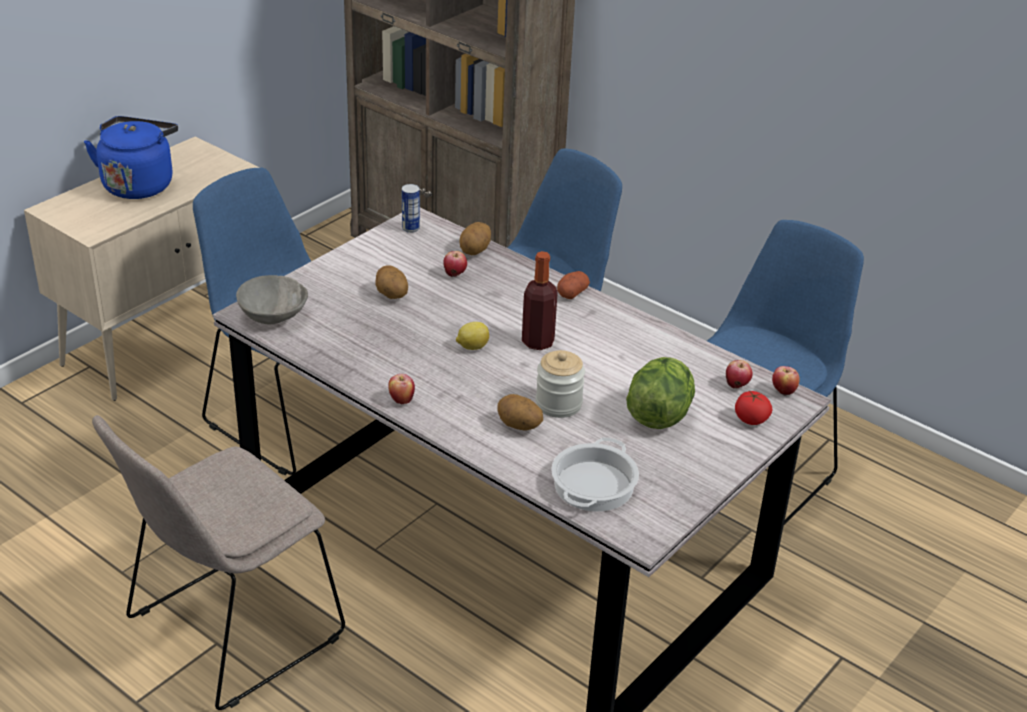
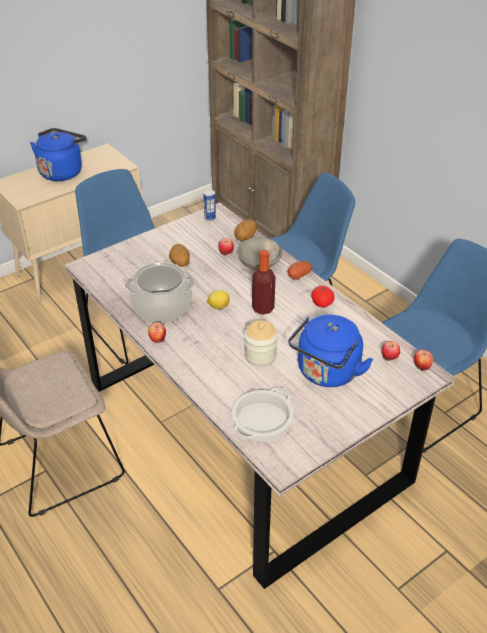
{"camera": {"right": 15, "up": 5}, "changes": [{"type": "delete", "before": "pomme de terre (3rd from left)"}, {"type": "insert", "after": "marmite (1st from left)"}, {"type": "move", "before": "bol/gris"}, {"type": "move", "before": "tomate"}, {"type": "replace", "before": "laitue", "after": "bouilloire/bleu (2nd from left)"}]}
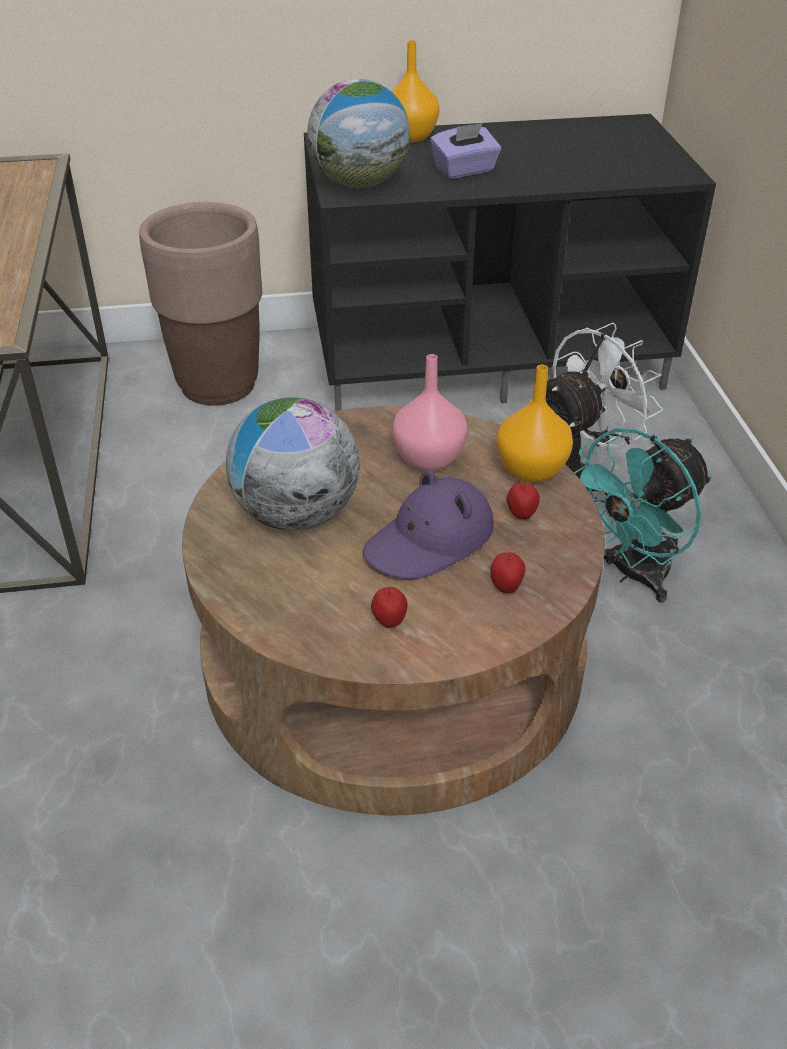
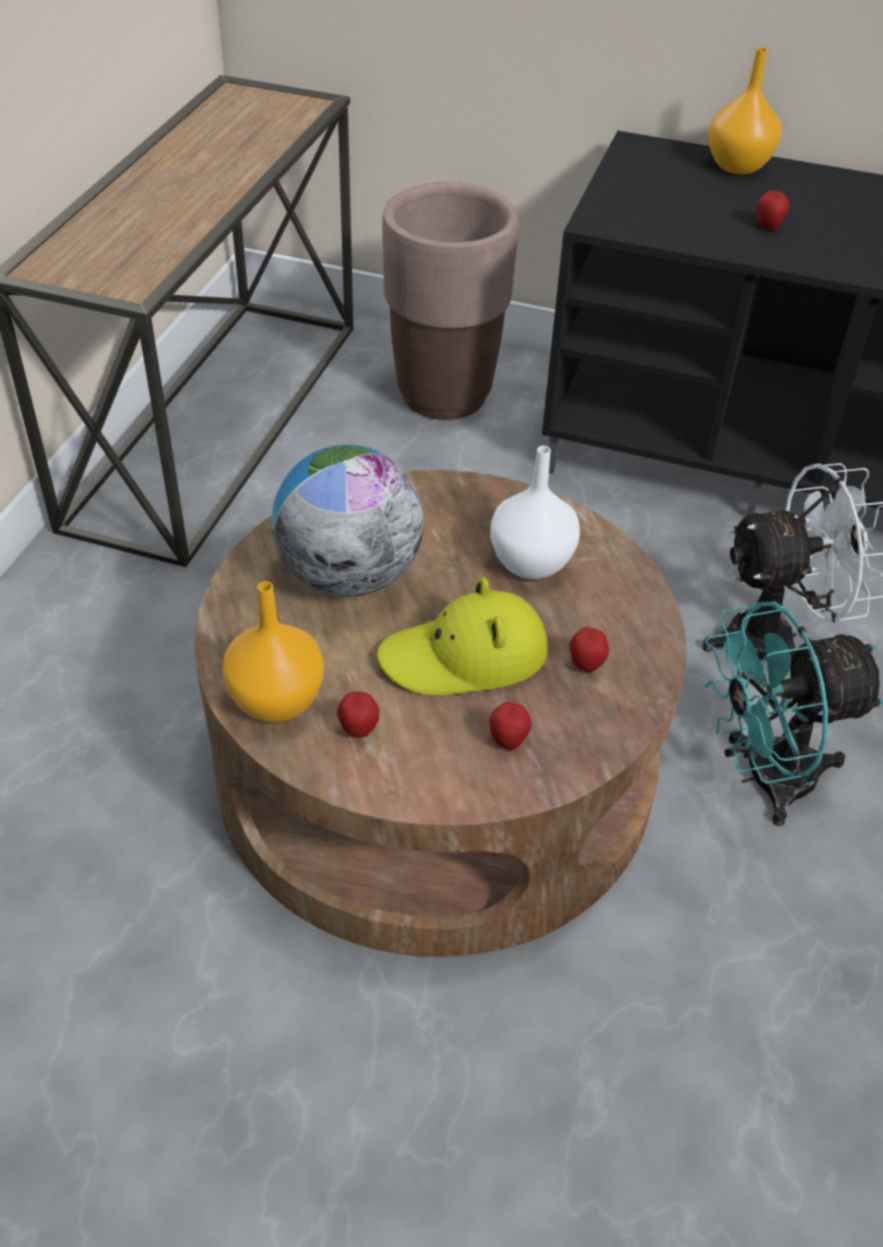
{"camera": {"right": 25, "up": 5}, "changes": [{"type": "delete", "before": "globe (2nd from left)"}, {"type": "move", "before": "vase/orange (2nd from left in the first image)", "after": "vase/orange (1st from left)"}, {"type": "replace", "before": "boîte à mouchoirs/violet", "after": "pomme (4th from left)"}, {"type": "recolor", "before": "chapeau/violet", "after": "chapeau/jaune"}, {"type": "recolor", "before": "vase/rose", "after": "vase/blanc"}]}
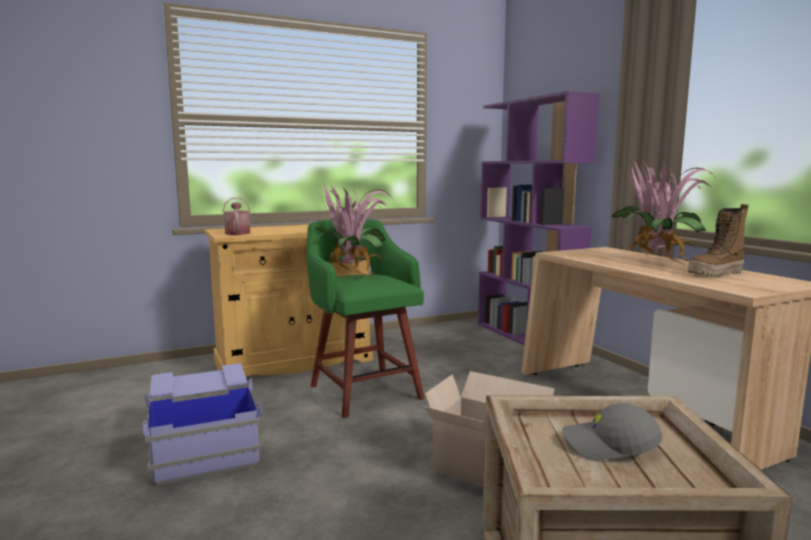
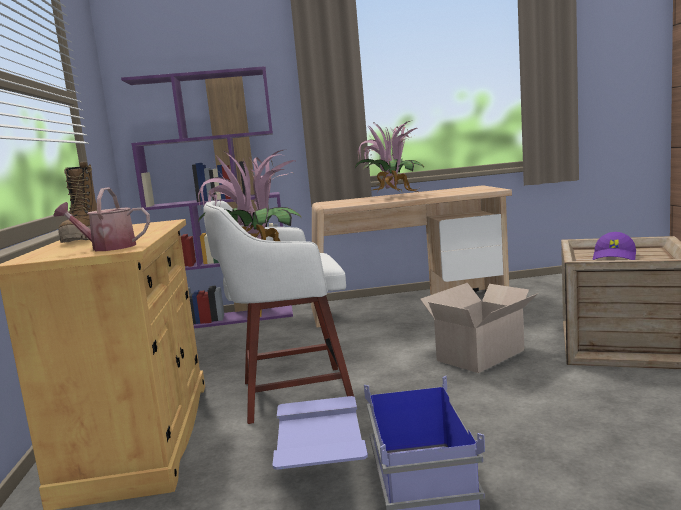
{"camera": {"right": -70, "up": 0}, "changes": [{"type": "move", "before": "botte"}, {"type": "recolor", "before": "tabouret/vert", "after": "tabouret/blanc"}, {"type": "recolor", "before": "casquette/gris", "after": "casquette/violet"}]}
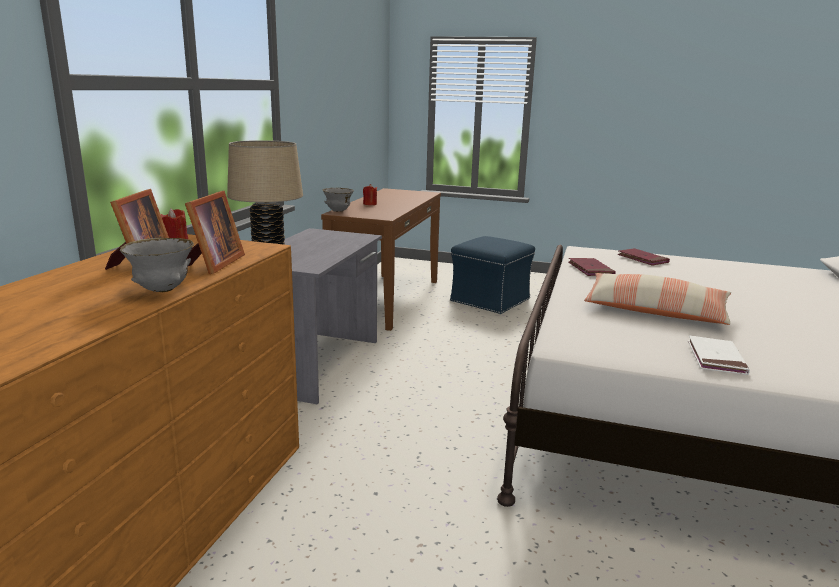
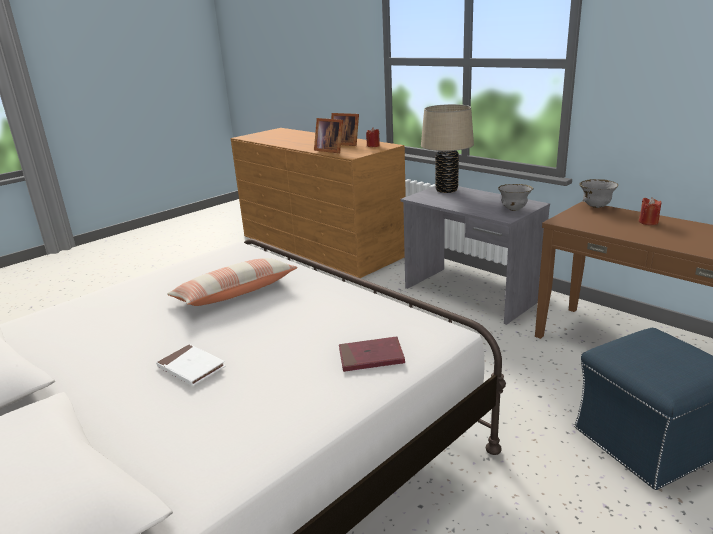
{"camera": {"right": 120, "up": 5}, "changes": [{"type": "delete", "before": "livre/rouge (1st from left)"}, {"type": "move", "before": "bol/gris (1st from left)"}, {"type": "move", "before": "livre/blanc"}]}
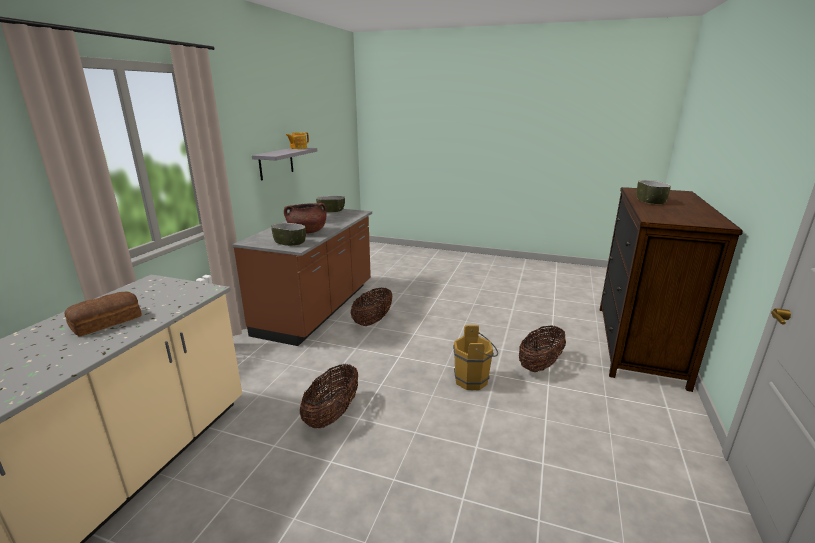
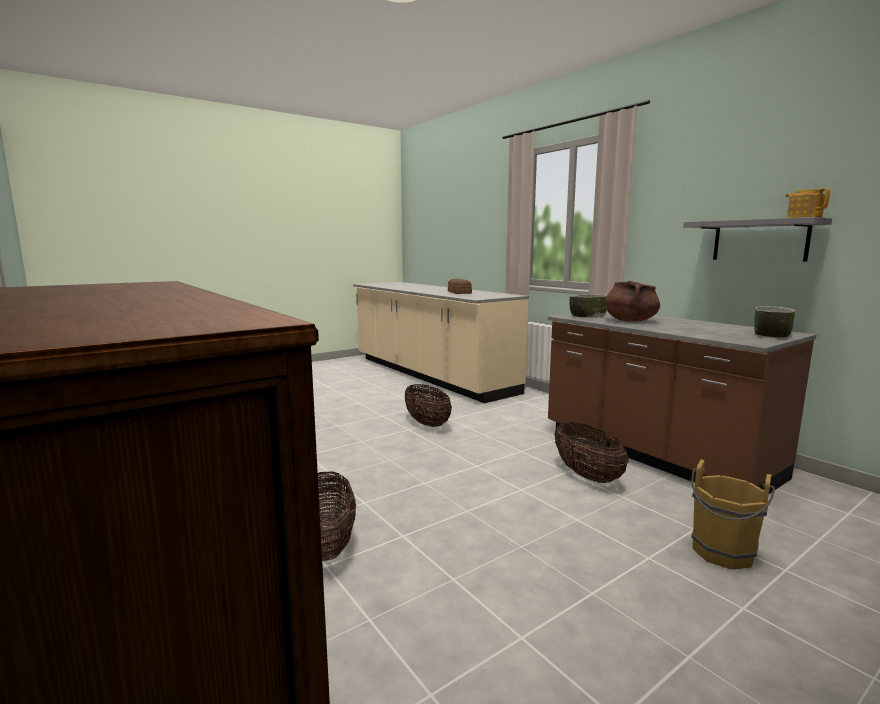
{"camera": {"right": 125, "up": -10}, "changes": [{"type": "delete", "before": "bol (3rd from left)"}, {"type": "move", "before": "seau/marron"}]}
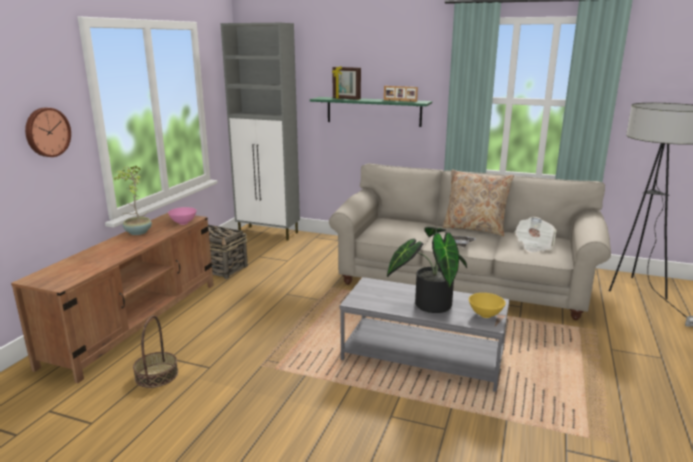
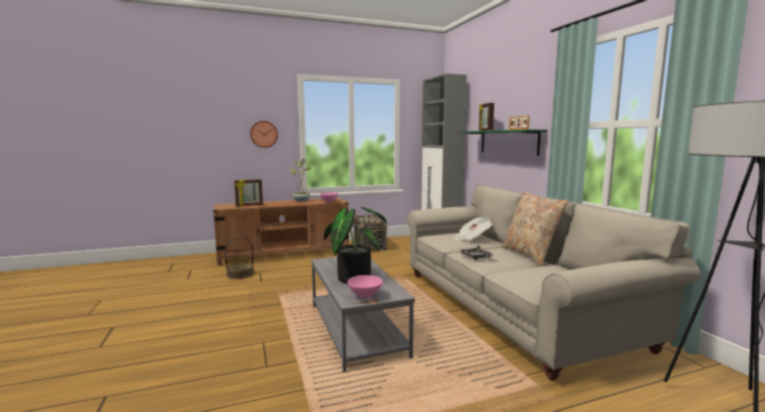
{"camera": {"right": 50, "up": -10}, "changes": [{"type": "insert", "after": "cadre photo (1st from left)"}, {"type": "move", "before": "journal"}, {"type": "recolor", "before": "bol/jaune", "after": "bol/rose (2nd from left)"}]}
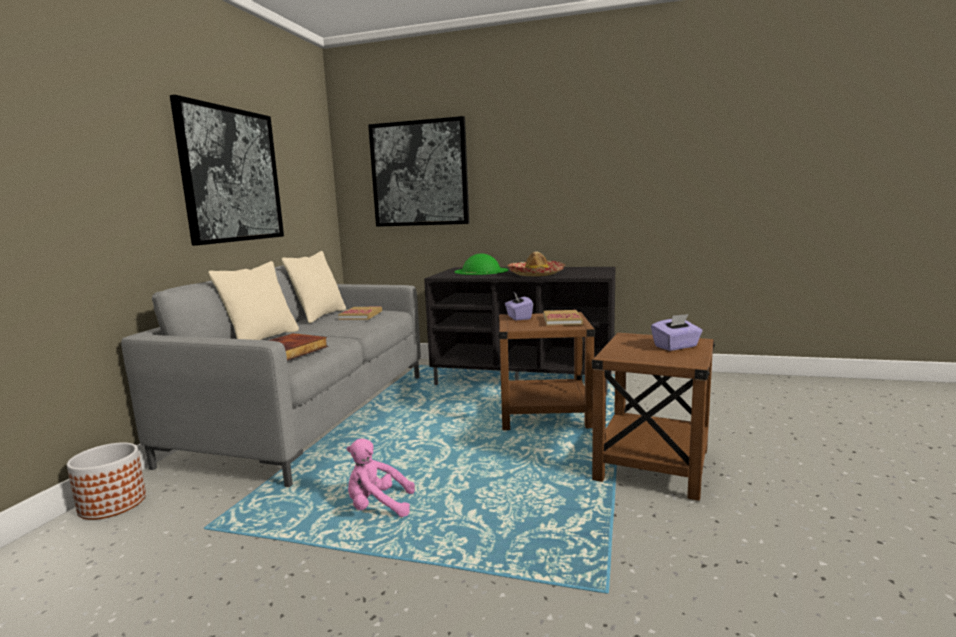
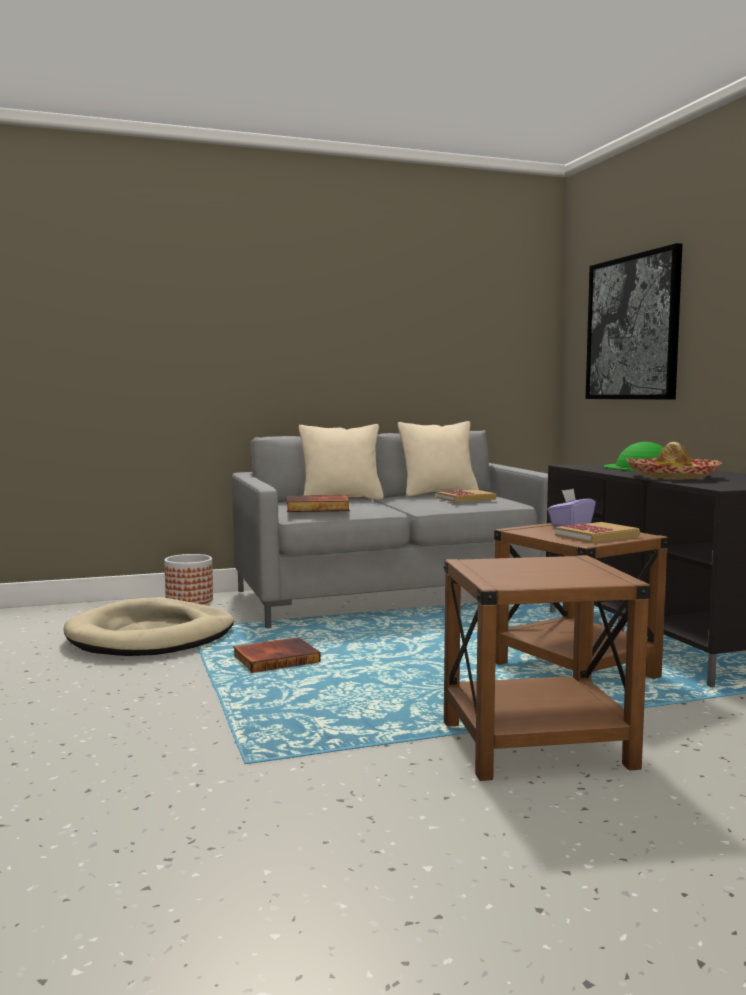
{"camera": {"right": 55, "up": -5}, "changes": [{"type": "delete", "before": "tableau (1st from left)"}, {"type": "delete", "before": "boîte à mouchoirs/violet (2nd from left)"}, {"type": "insert", "after": "panier pour chien/beige"}, {"type": "replace", "before": "peluche/rose", "after": "livre (1st from left)"}]}
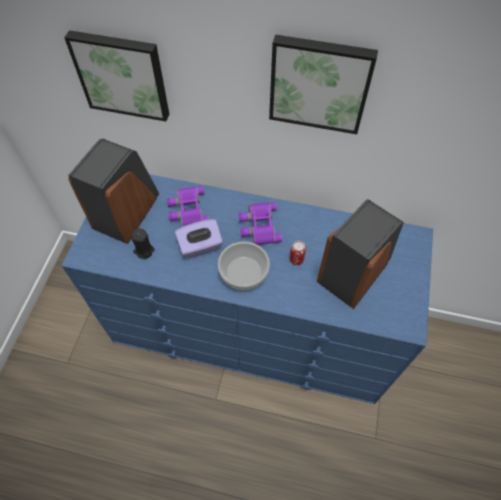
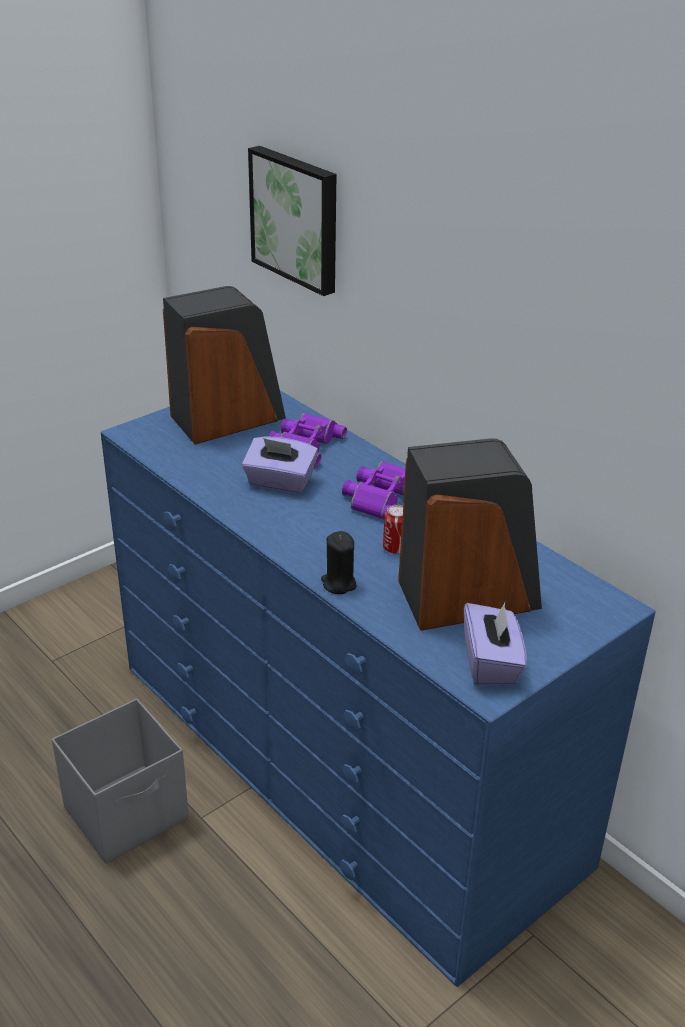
{"camera": {"right": 35, "up": -25}, "changes": [{"type": "delete", "before": "bol"}, {"type": "delete", "before": "tableau (2nd from left)"}, {"type": "insert", "after": "boîte de rangement/gris"}, {"type": "insert", "after": "boîte à mouchoirs/violet (2nd from left)"}, {"type": "move", "before": "bougie/noir"}]}
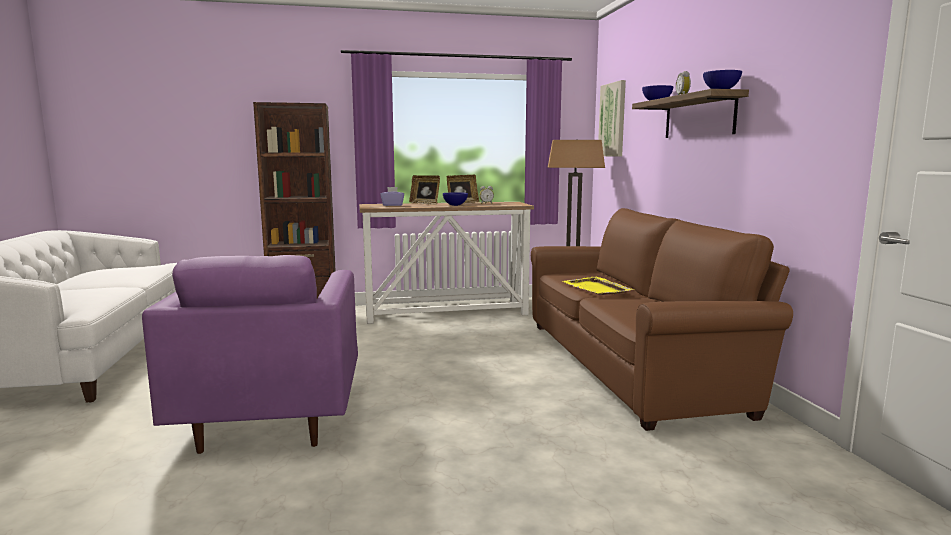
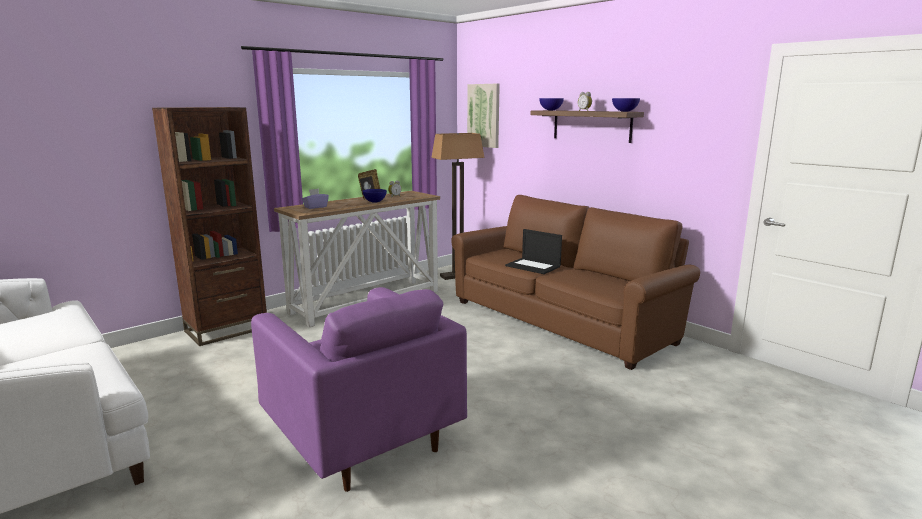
{"camera": {"right": -30, "up": 5}, "changes": [{"type": "delete", "before": "cadre photo (1st from left)"}, {"type": "replace", "before": "plateau/jaune", "after": "ordinateur portable"}]}
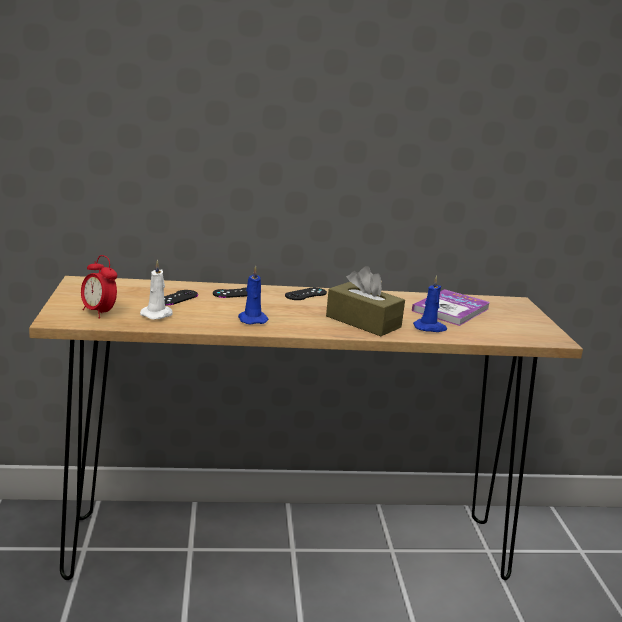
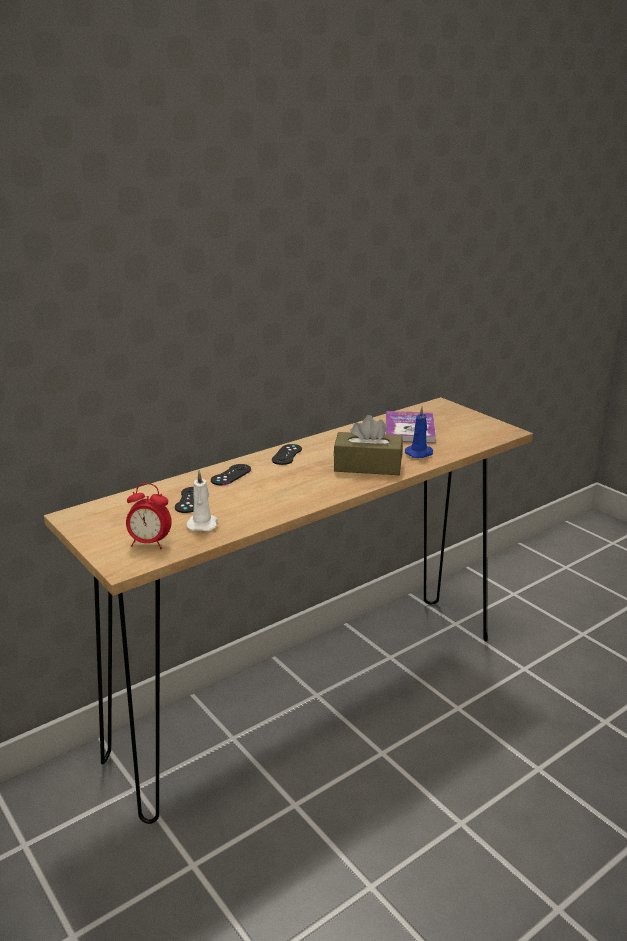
{"camera": {"right": -30, "up": 5}, "changes": [{"type": "delete", "before": "bougie/bleu (1st from left)"}]}
